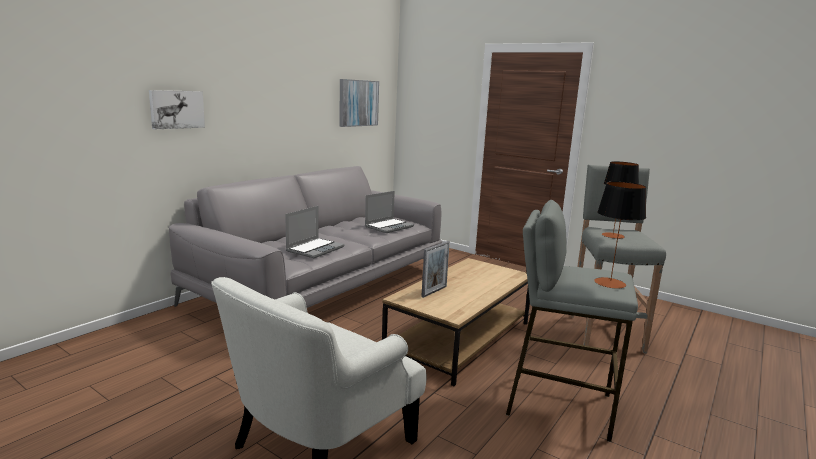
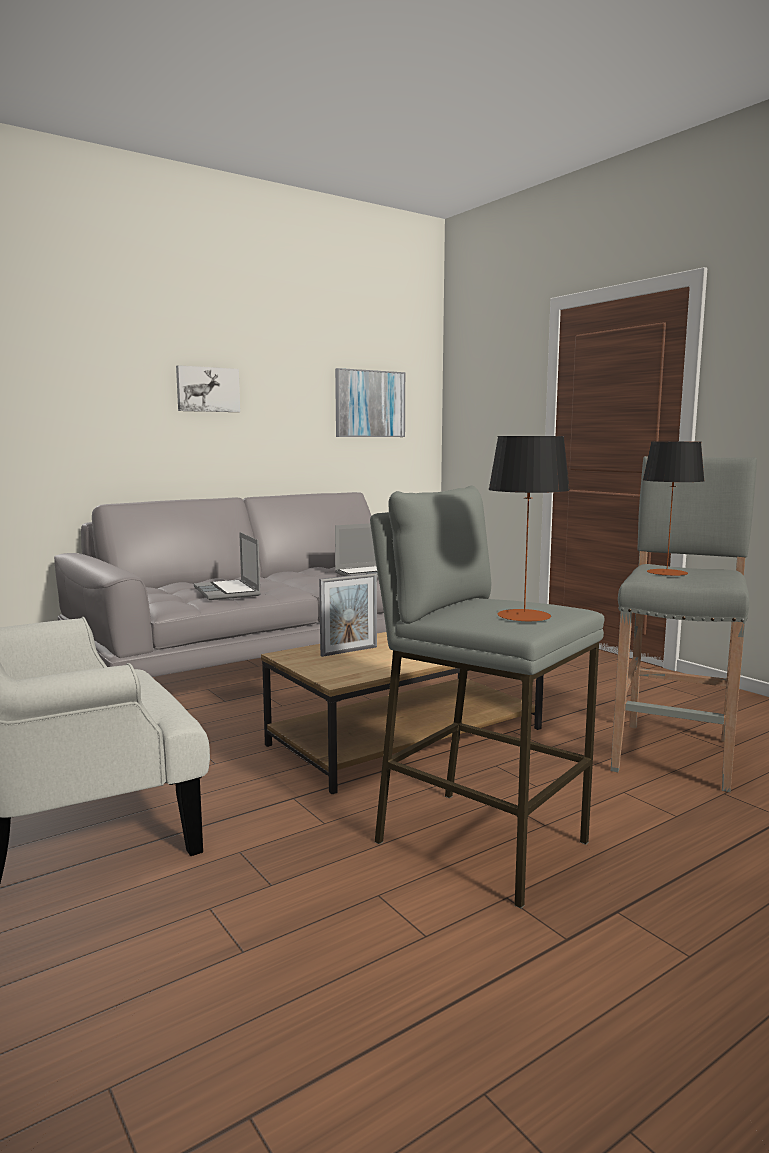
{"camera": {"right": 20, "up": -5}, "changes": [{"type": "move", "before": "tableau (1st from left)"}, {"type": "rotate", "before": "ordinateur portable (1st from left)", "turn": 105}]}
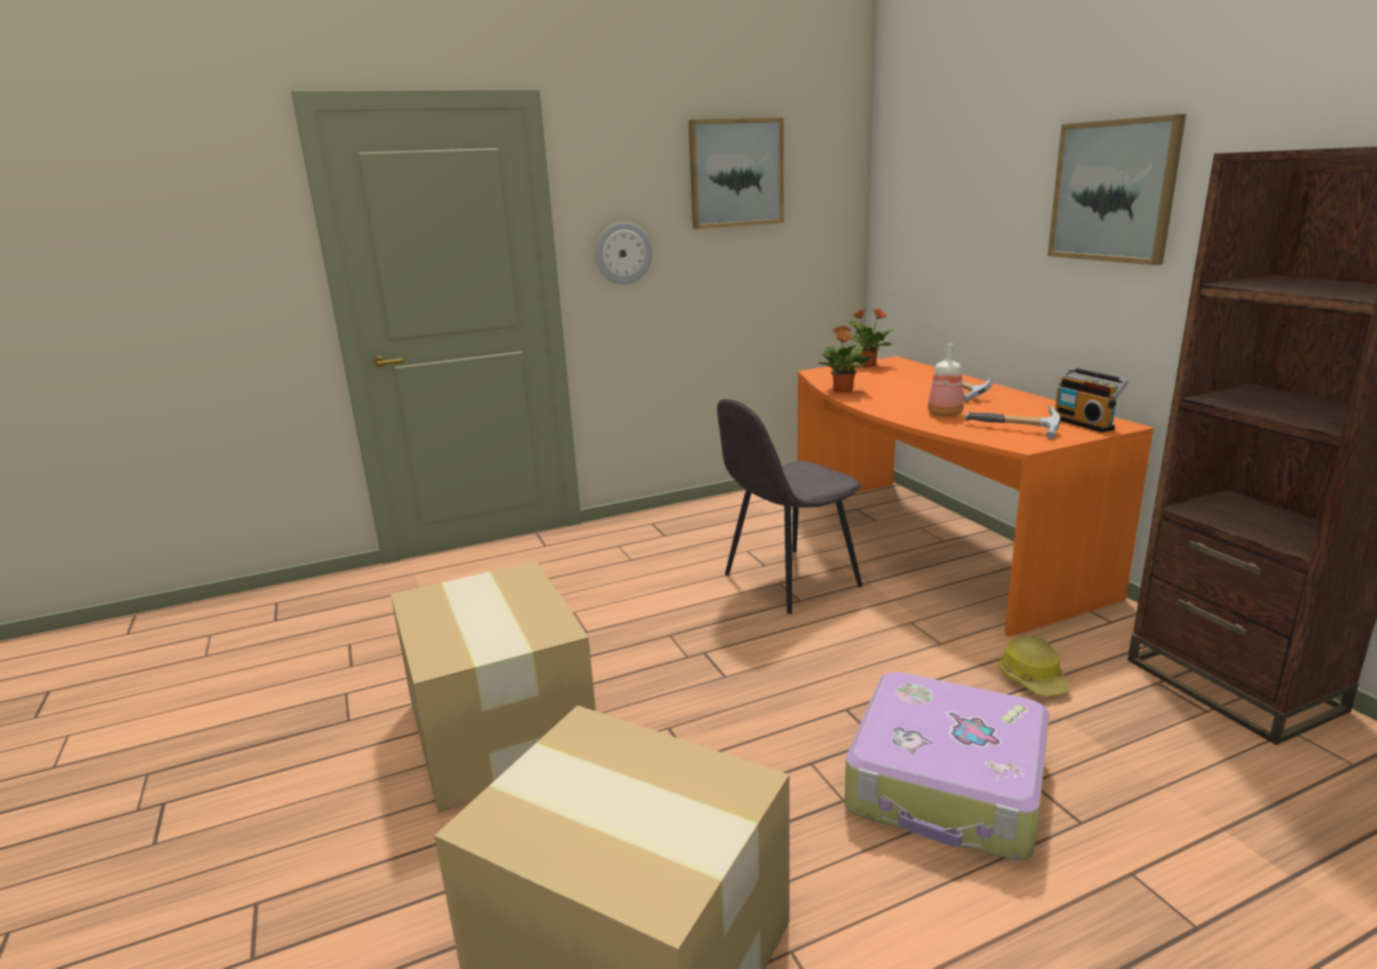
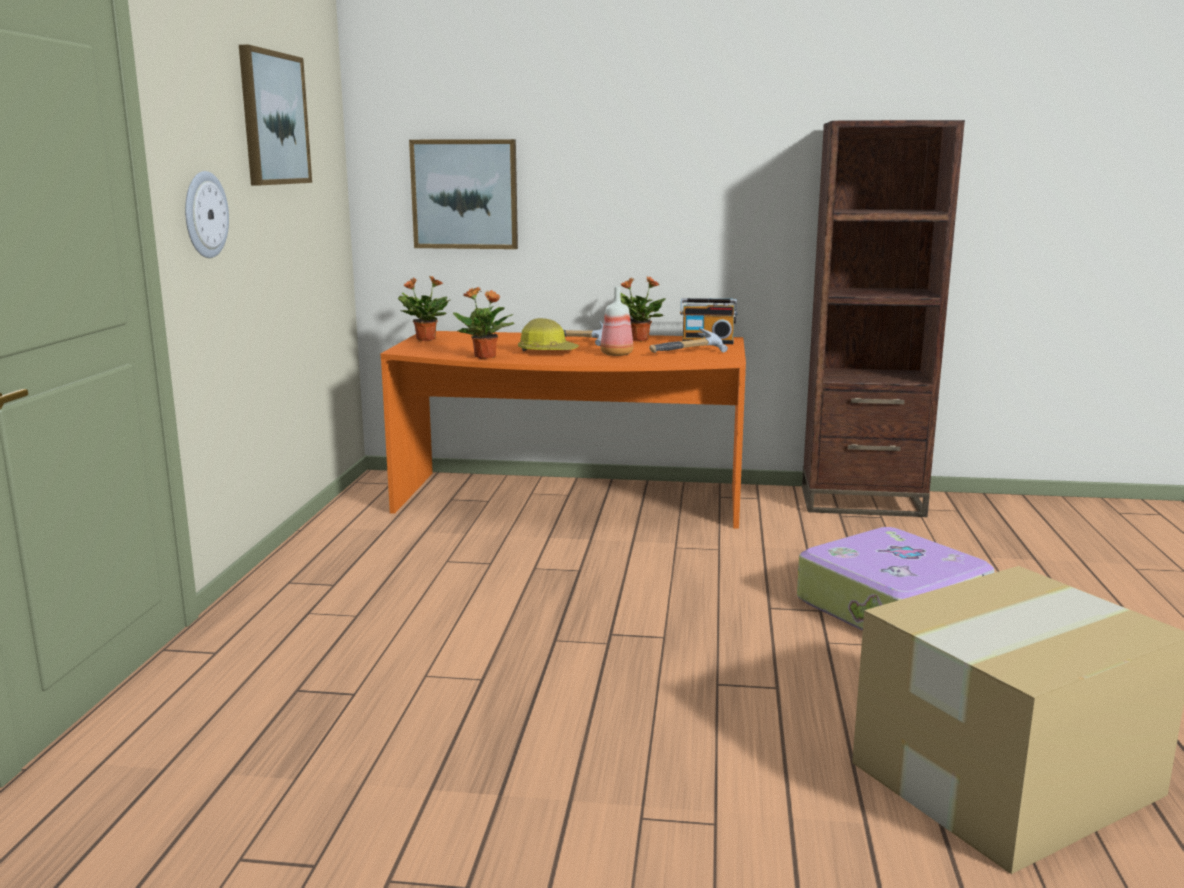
{"camera": {"right": -60, "up": -5}, "changes": [{"type": "delete", "before": "carton (1st from left)"}, {"type": "delete", "before": "chaise/gris"}, {"type": "insert", "after": "plante en pot (3rd from left)"}, {"type": "move", "before": "casque de chantier"}, {"type": "move", "before": "tableau (2nd from left)"}]}
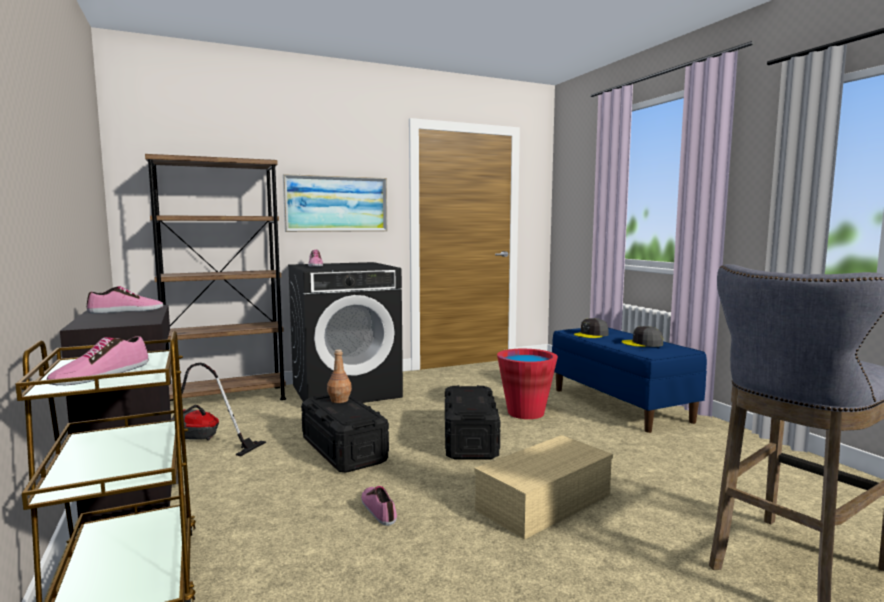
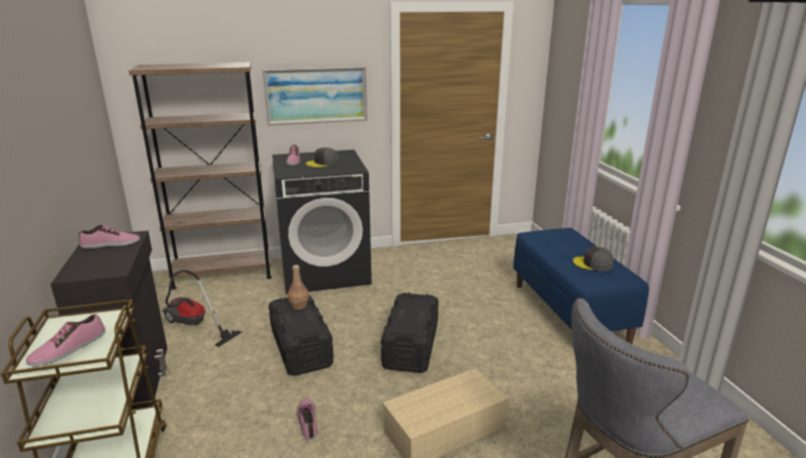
{"camera": {"right": 10, "up": 15}, "changes": [{"type": "delete", "before": "seau/rouge"}, {"type": "move", "before": "casquette/gris (1st from left)"}]}
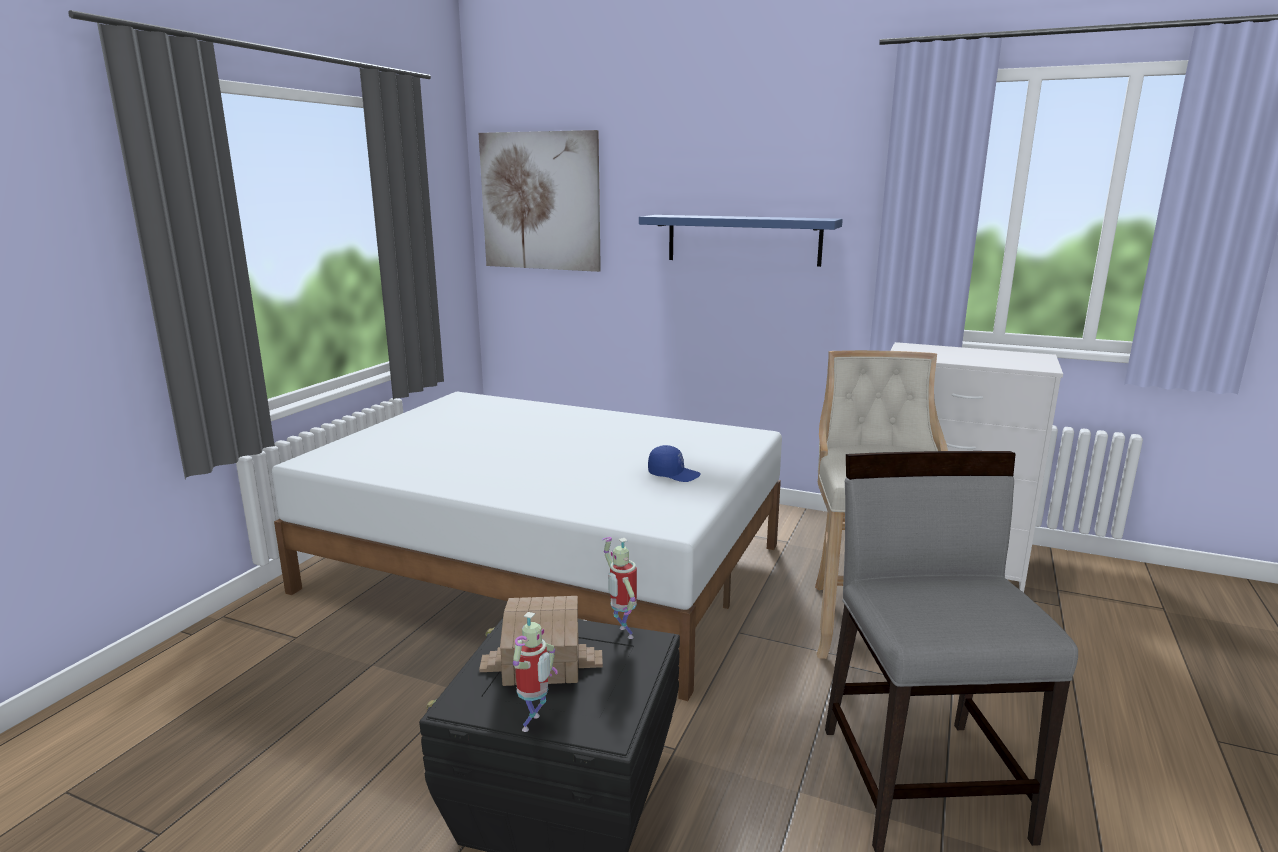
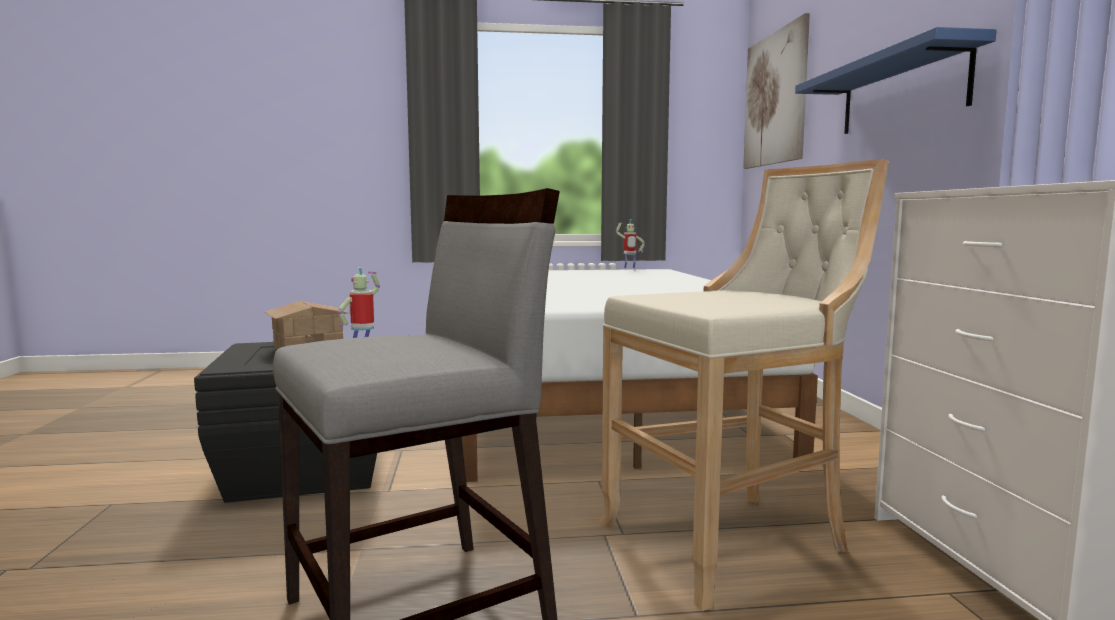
{"camera": {"right": 60, "up": -10}, "changes": [{"type": "delete", "before": "casquette/bleu"}, {"type": "move", "before": "robot jouet (1st from left in the first image)", "after": "robot jouet (2nd from left)"}]}
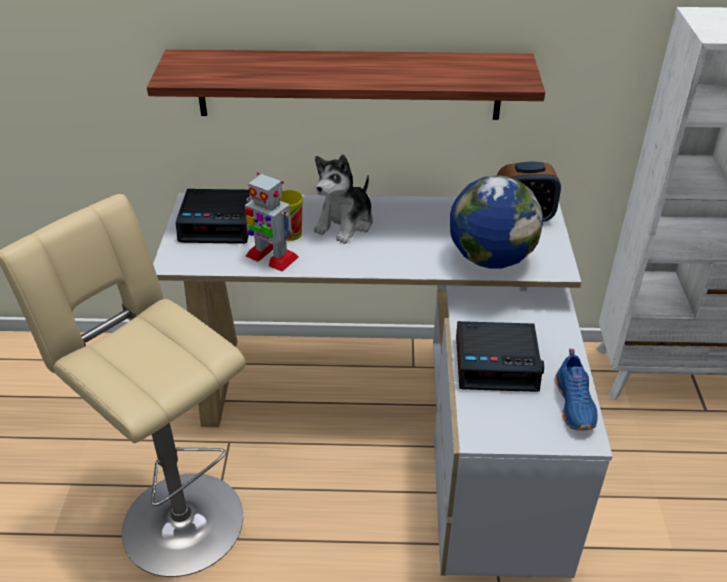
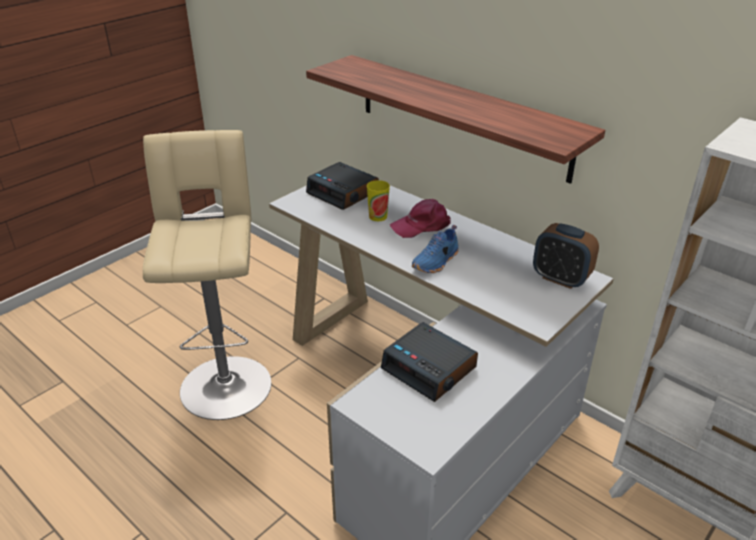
{"camera": {"right": 40, "up": -5}, "changes": [{"type": "delete", "before": "robot jouet"}, {"type": "delete", "before": "globe"}, {"type": "move", "before": "chaussure/bleu"}, {"type": "replace", "before": "peluche", "after": "casquette/rose"}]}
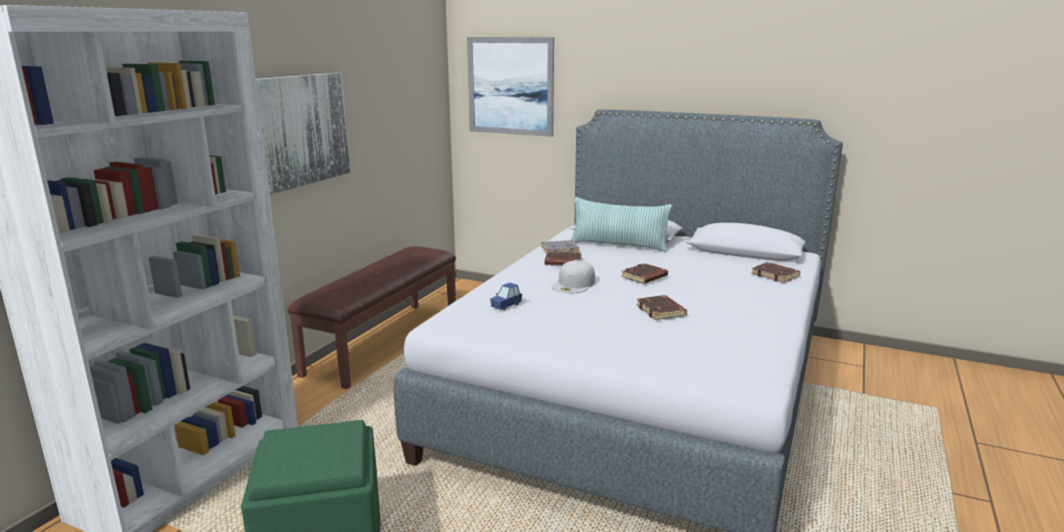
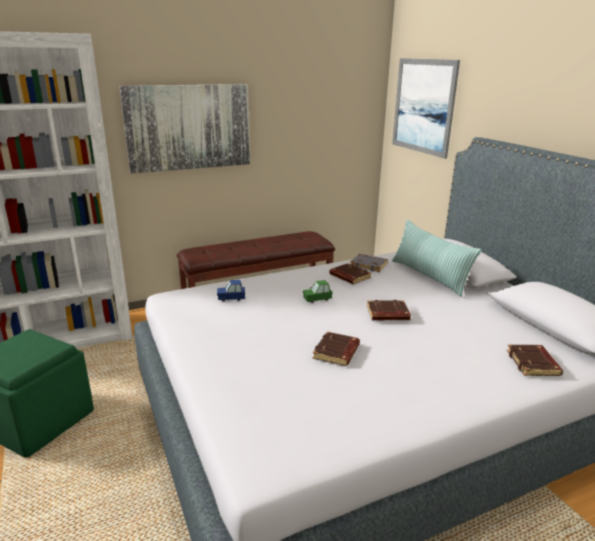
{"camera": {"right": 40, "up": 5}, "changes": [{"type": "replace", "before": "casquette/blanc", "after": "petite voiture/vert"}]}
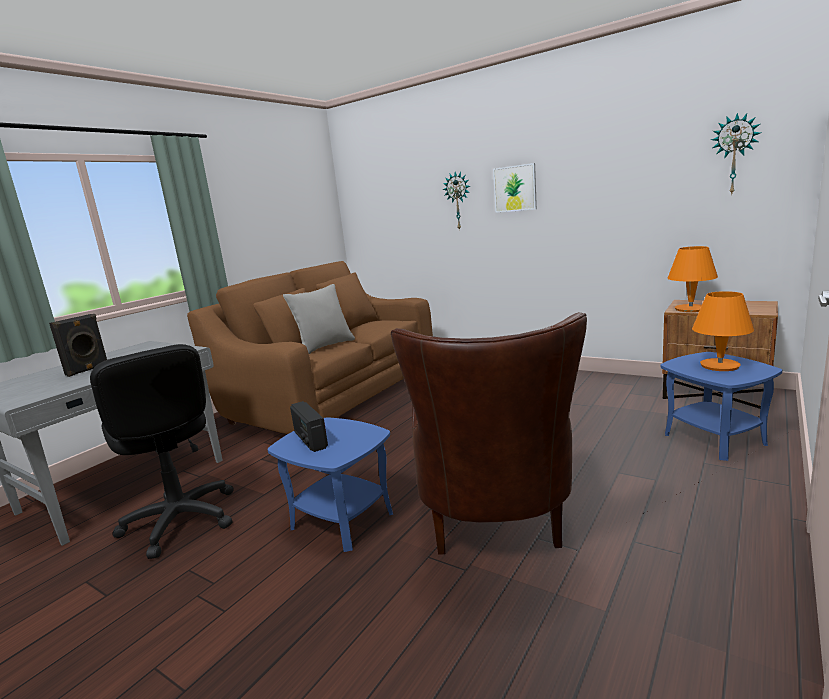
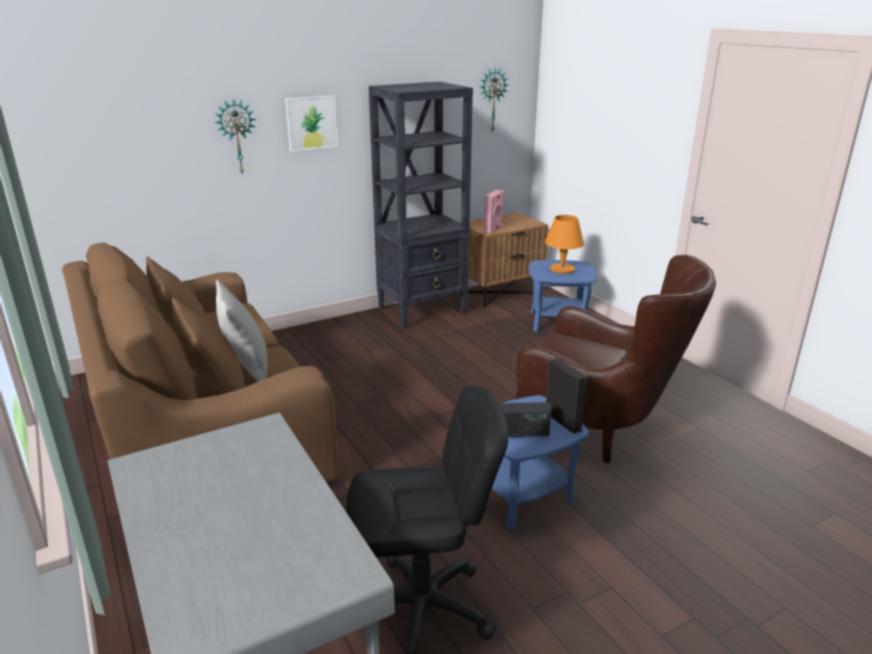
{"camera": {"right": -65, "up": 10}, "changes": [{"type": "insert", "after": "bibliothèque/noir"}, {"type": "move", "before": "enceinte/noir"}, {"type": "replace", "before": "lampe de table/orange (1st from left)", "after": "enceinte/rose"}]}
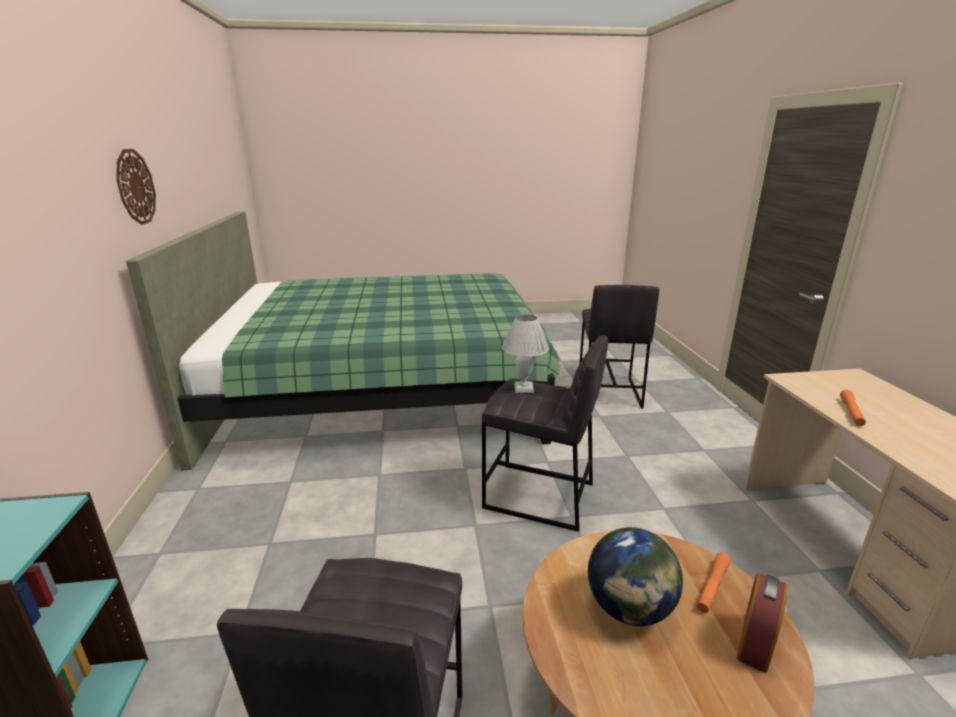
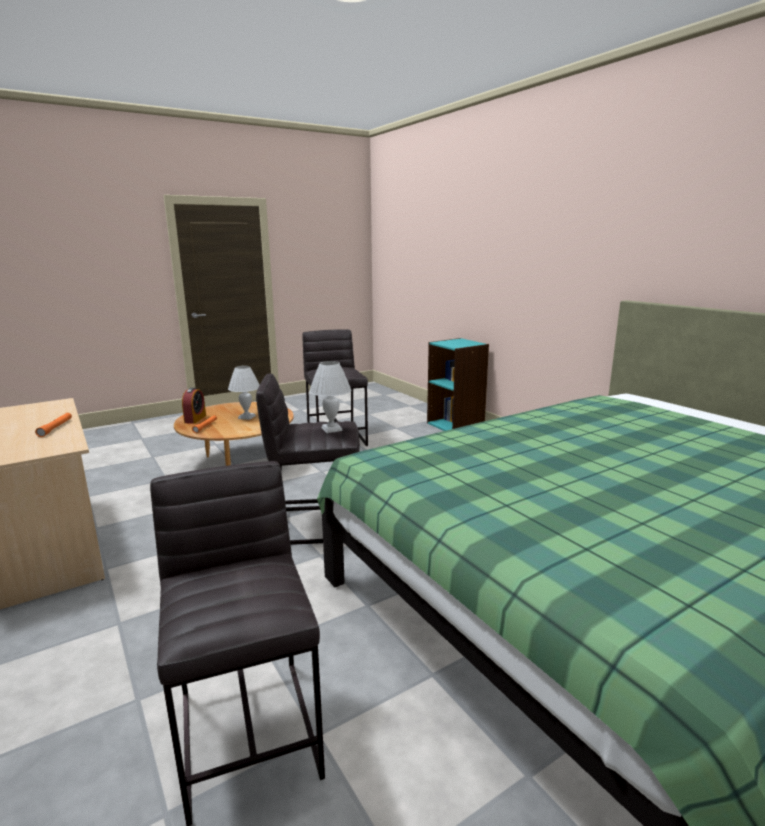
{"camera": {"right": 155, "up": -5}, "changes": [{"type": "delete", "before": "horloge murale"}, {"type": "replace", "before": "globe", "after": "lampe de table/blanc (1st from left)"}]}
